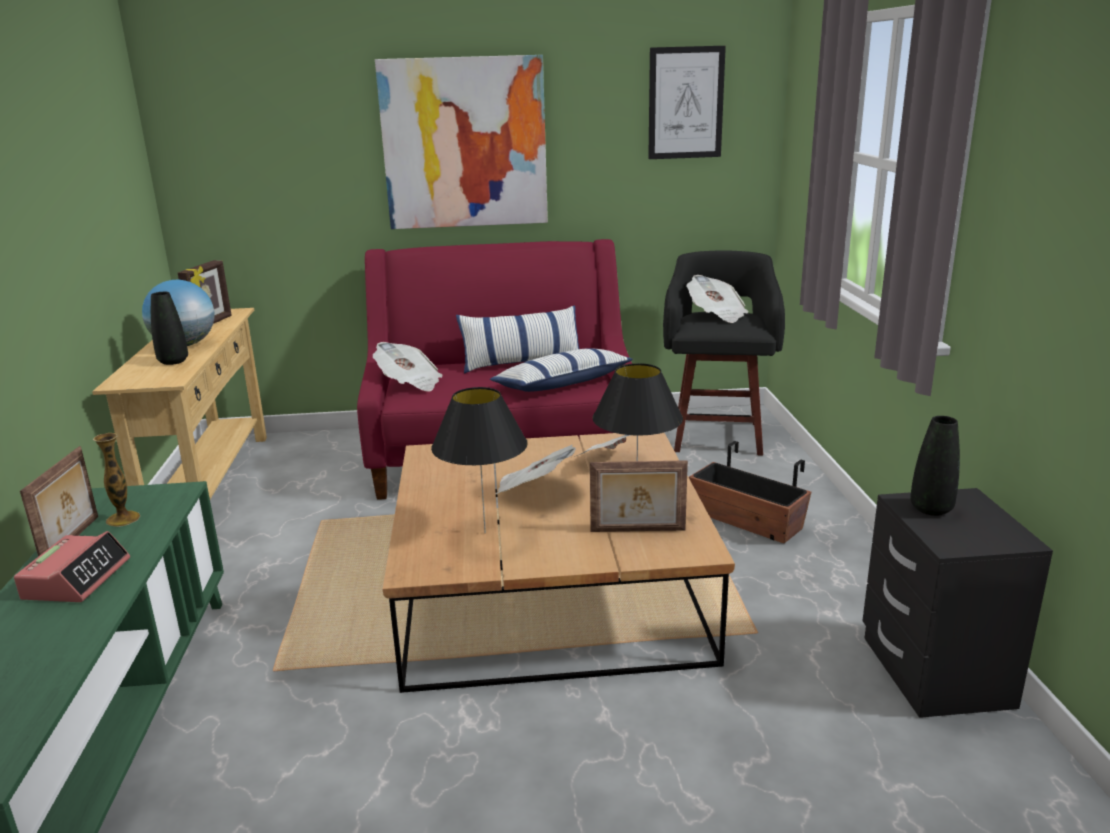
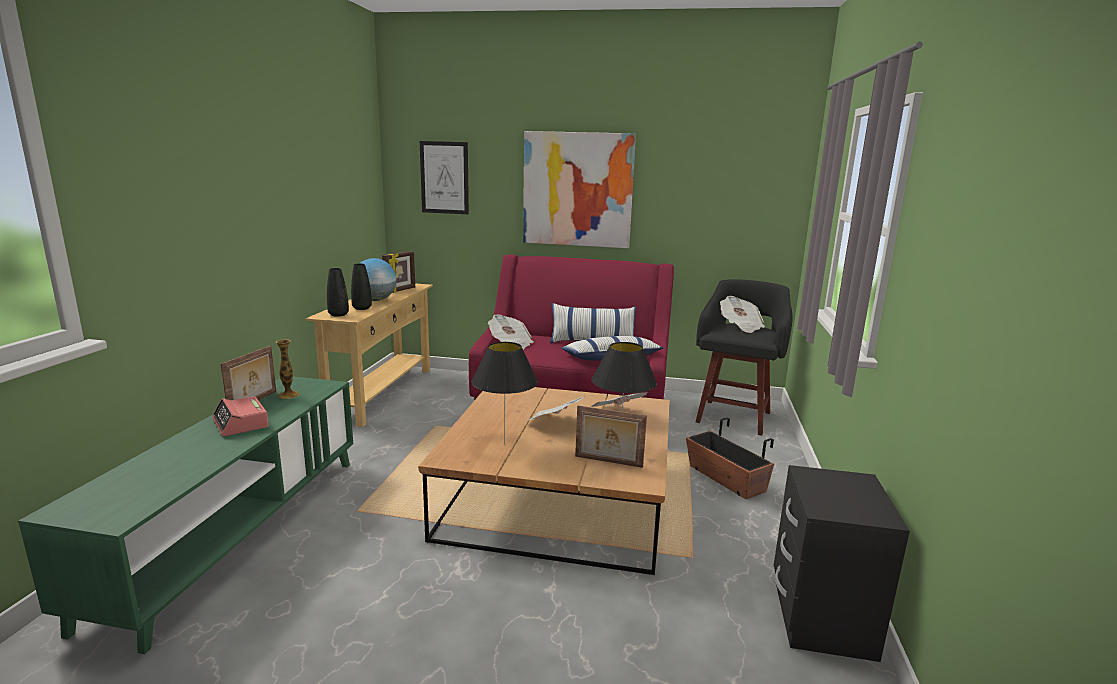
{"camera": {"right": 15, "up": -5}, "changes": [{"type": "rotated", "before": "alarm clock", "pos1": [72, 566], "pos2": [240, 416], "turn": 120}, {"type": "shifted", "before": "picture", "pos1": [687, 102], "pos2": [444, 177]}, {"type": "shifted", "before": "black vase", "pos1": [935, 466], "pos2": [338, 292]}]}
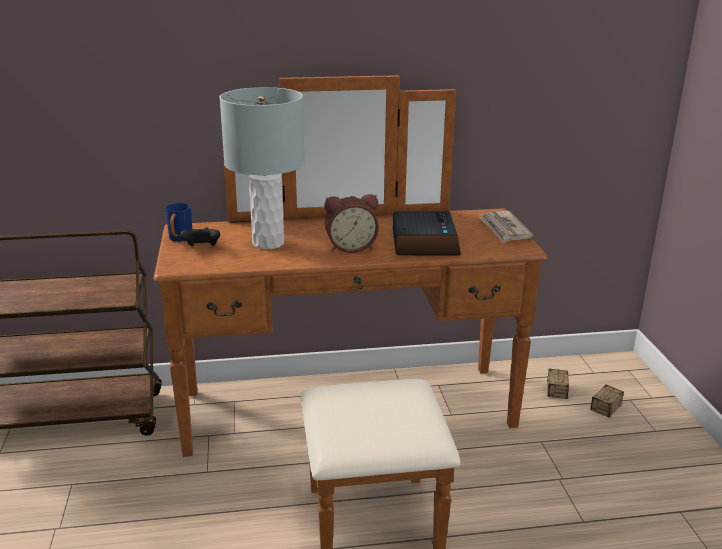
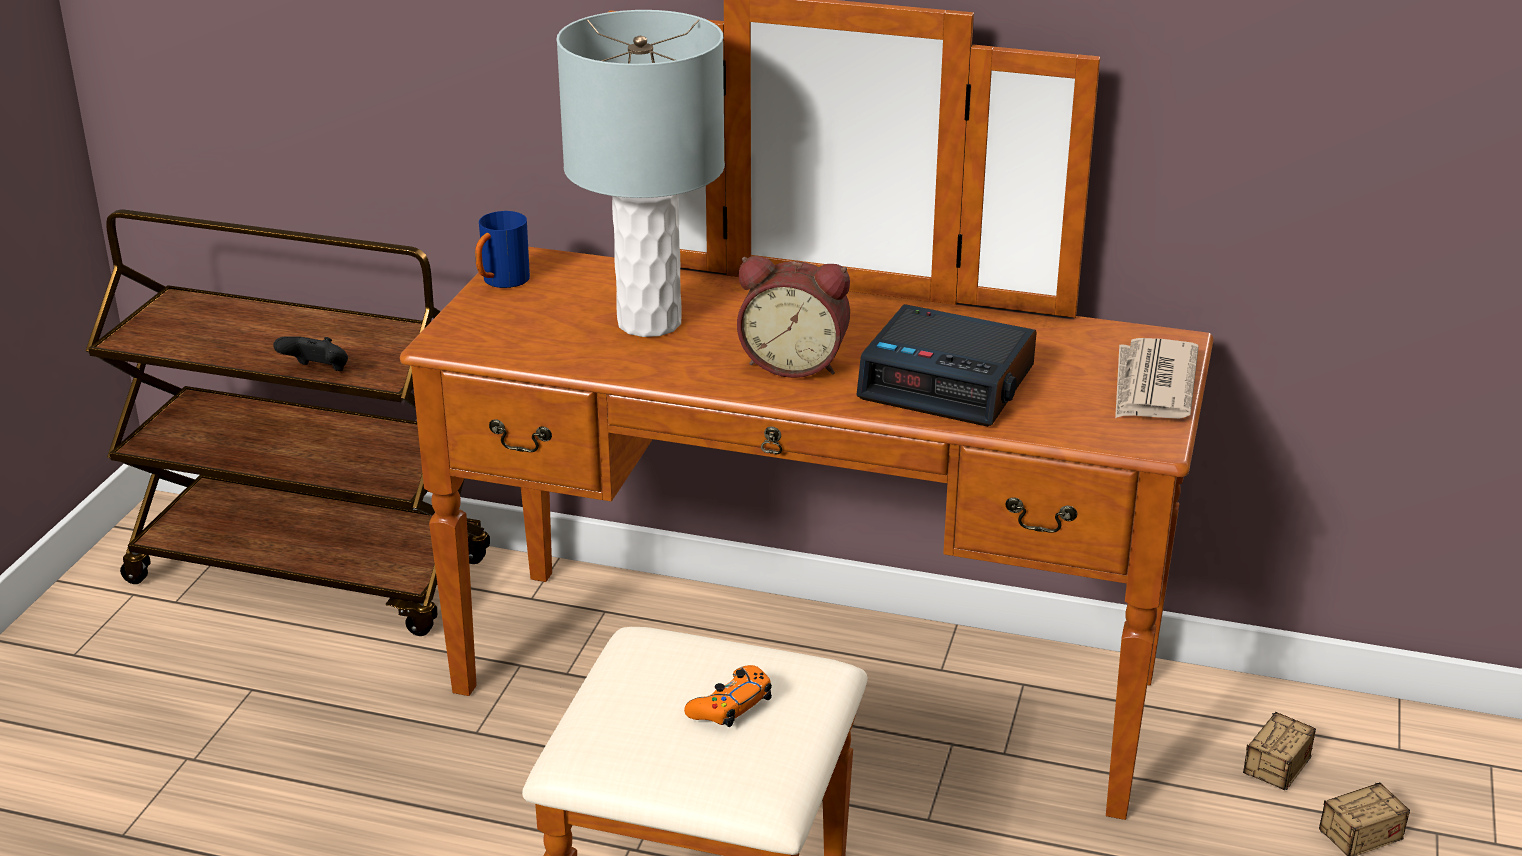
{"camera": {"right": 25, "up": 5}, "changes": [{"type": "shifted", "before": "black game controller", "pos1": [200, 237], "pos2": [310, 353]}, {"type": "rotated", "before": "alarm clock", "pos1": [427, 233], "pos2": [946, 365], "turn": 90}, {"type": "new", "after": "orange game controller", "pos2": [728, 696]}]}
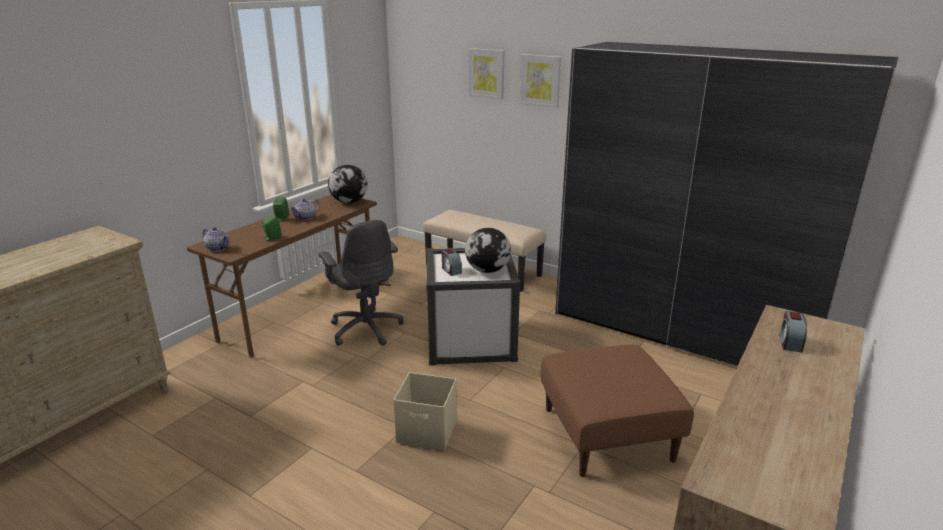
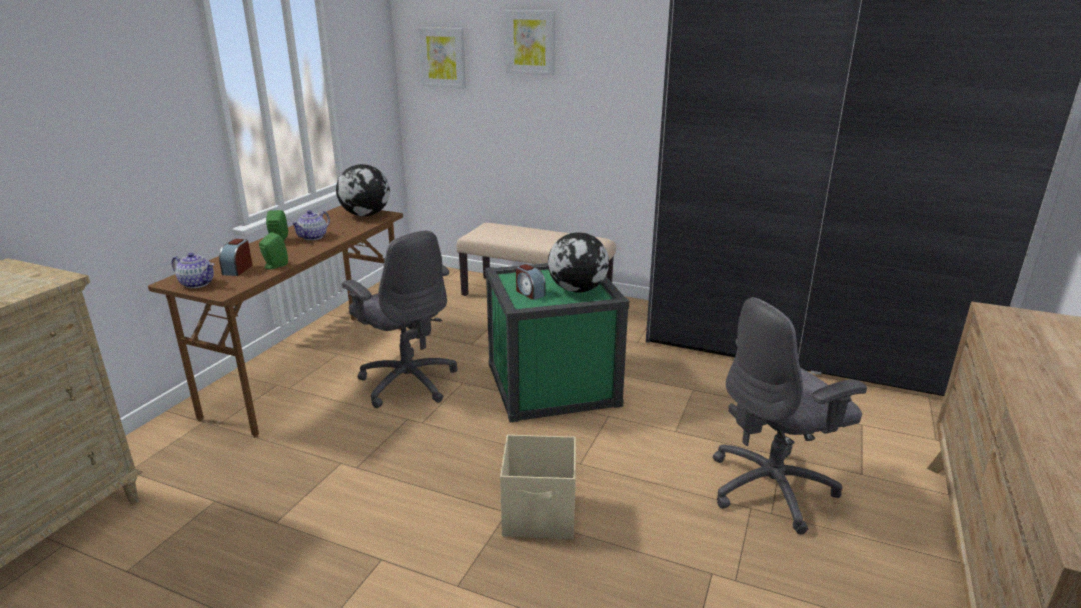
{"camera": {"right": -10, "up": 0}, "changes": [{"type": "repainted", "before": "white storage box", "after": "green storage box", "pos1": [473, 306], "pos2": [557, 343]}, {"type": "shifted", "before": "picture", "pos1": [540, 81], "pos2": [442, 57]}, {"type": "swapped", "before": "brown ottoman", "after": "grey office chair", "pos1": [617, 411], "pos2": [790, 415]}, {"type": "shifted", "before": "alarm clock", "pos1": [793, 332], "pos2": [235, 257]}]}
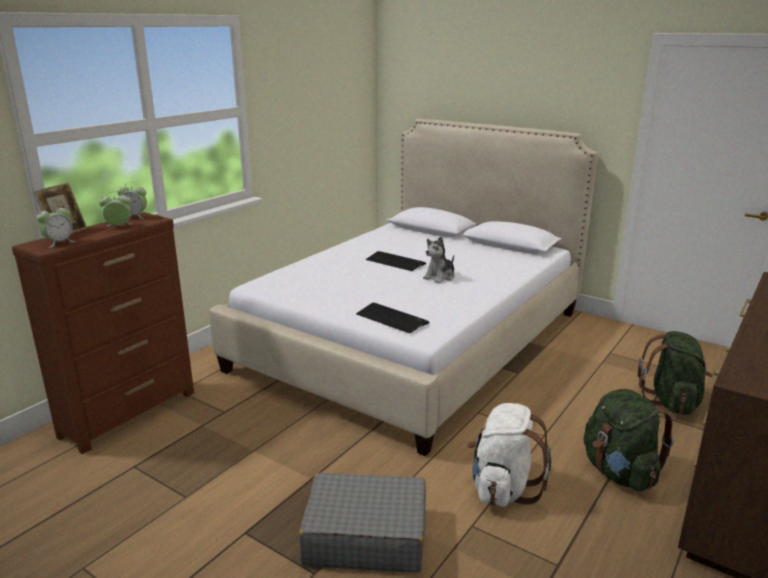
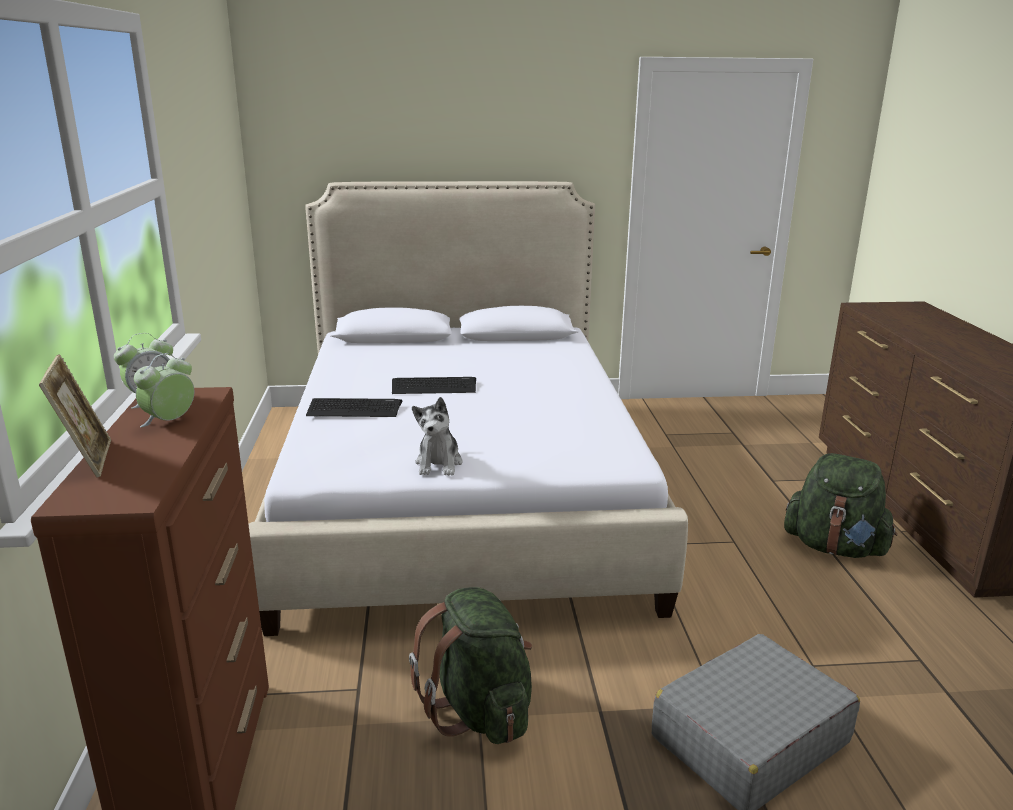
{"camera": {"right": -40, "up": 0}, "changes": [{"type": "gone", "before": "alarm clock", "pos1": [56, 226]}, {"type": "shifted", "before": "keyboard", "pos1": [393, 318], "pos2": [354, 407]}, {"type": "shifted", "before": "plush toy", "pos1": [439, 260], "pos2": [437, 436]}, {"type": "gone", "before": "white backpack", "pos1": [509, 455]}, {"type": "shifted", "before": "green backpack", "pos1": [675, 373], "pos2": [470, 665]}]}
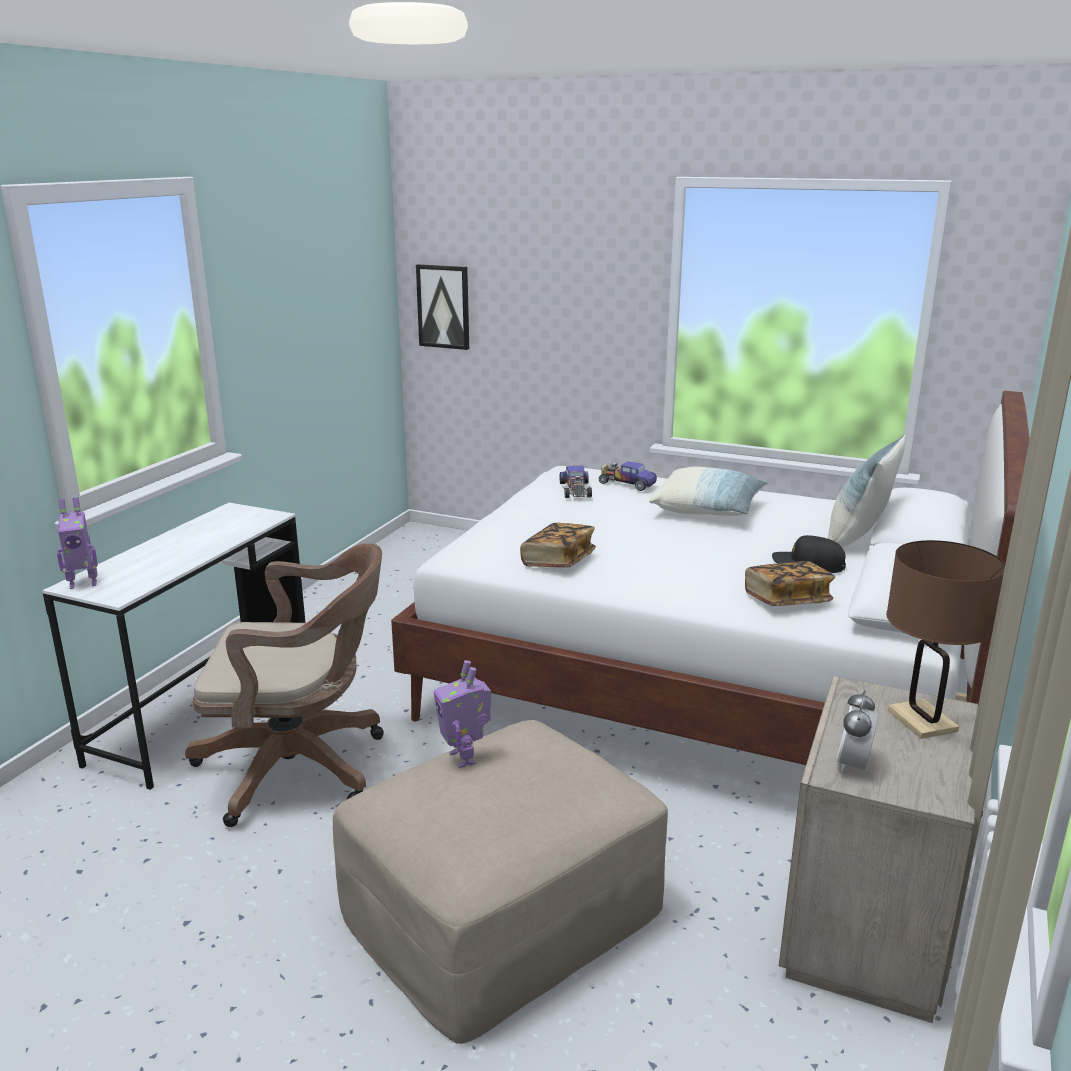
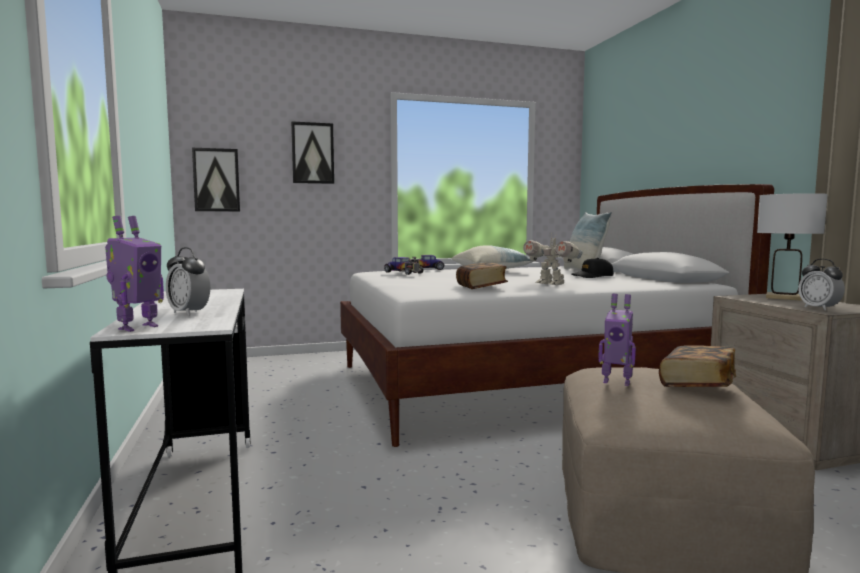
{"camera": {"right": -40, "up": -15}, "changes": [{"type": "gone", "before": "brown office chair", "pos1": [284, 685]}, {"type": "shifted", "before": "book", "pos1": [790, 583], "pos2": [697, 366]}, {"type": "repainted", "before": "brown table lamp", "after": "white table lamp", "pos1": [945, 639], "pos2": [792, 247]}, {"type": "new", "after": "alarm clock", "pos2": [188, 281]}, {"type": "new", "after": "picture", "pos2": [312, 152]}, {"type": "new", "after": "toy robot", "pos2": [552, 259]}]}
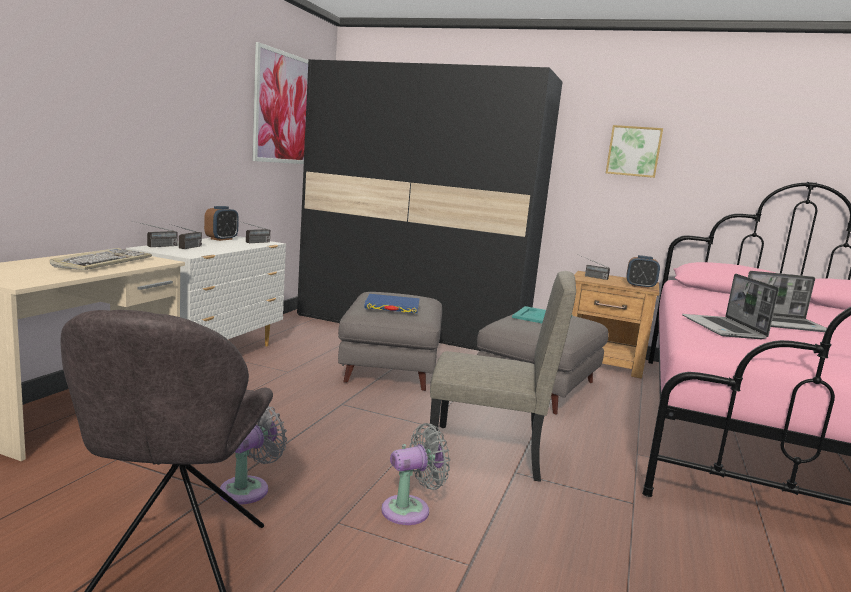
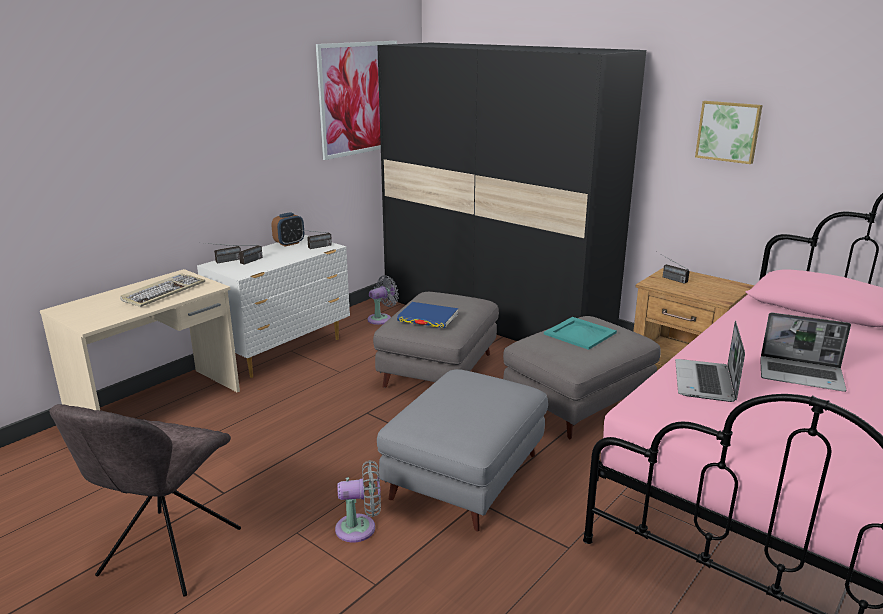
{"camera": {"right": 20, "up": 10}, "changes": [{"type": "shifted", "before": "grey fan", "pos1": [253, 454], "pos2": [383, 300]}, {"type": "swapped", "before": "beige chair", "after": "grey ottoman", "pos1": [502, 376], "pos2": [462, 450]}, {"type": "gone", "before": "alarm clock", "pos1": [643, 272]}]}
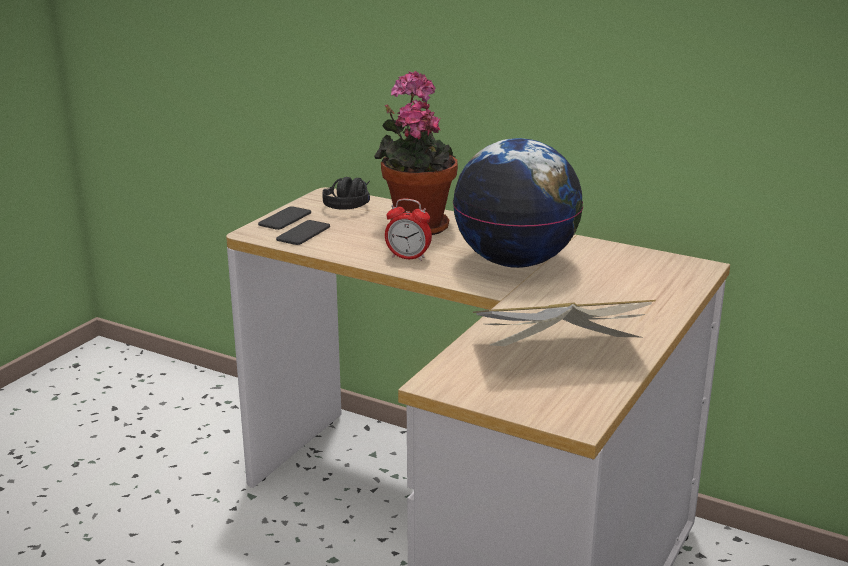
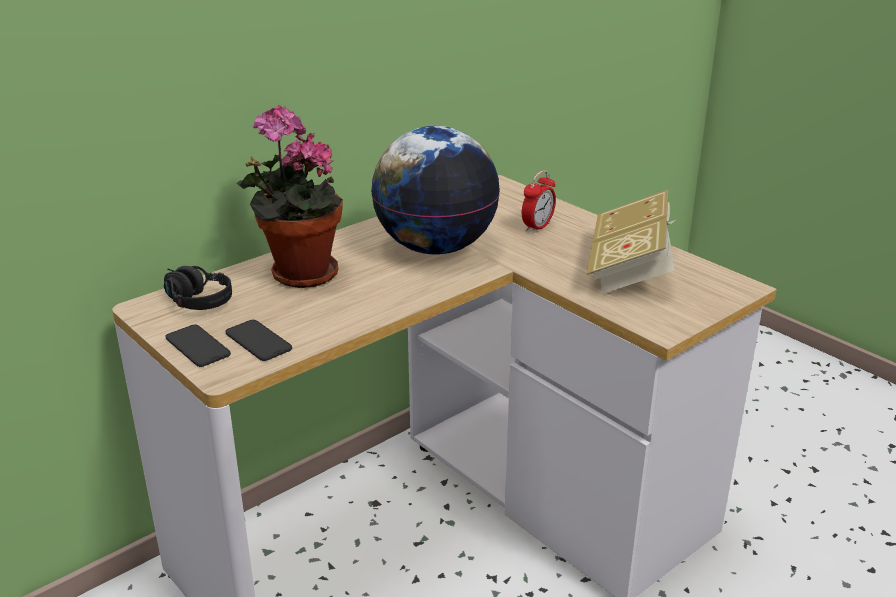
{"camera": {"right": -70, "up": 5}, "changes": [{"type": "shifted", "before": "alarm clock", "pos1": [408, 229], "pos2": [539, 202]}]}
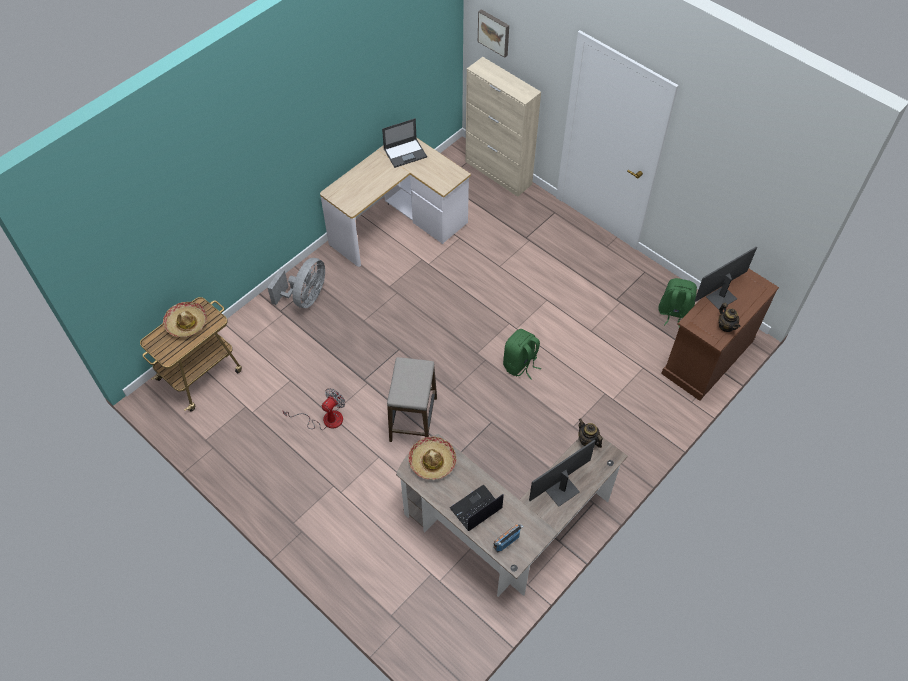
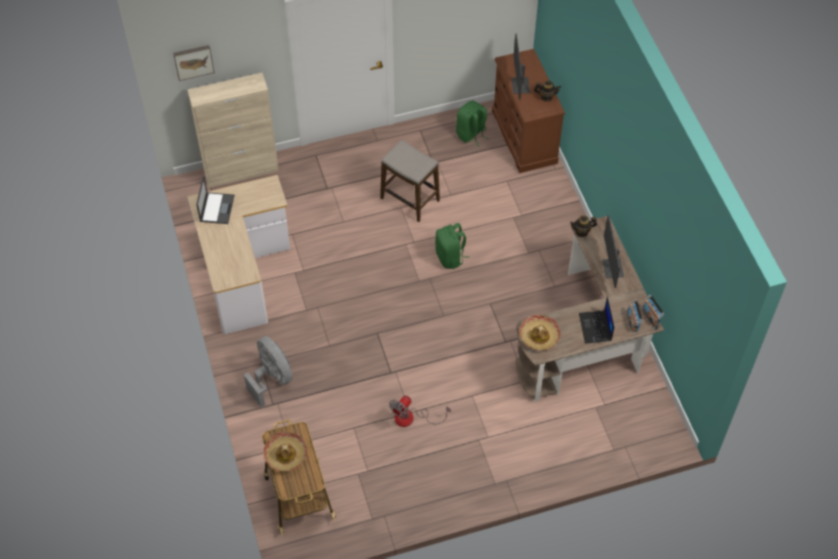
{"camera": {"right": -60, "up": 0}, "changes": [{"type": "rotated", "before": "fan", "pos1": [314, 409], "pos2": [420, 411], "turn": -120}, {"type": "shifted", "before": "stool", "pos1": [412, 399], "pos2": [410, 181]}, {"type": "new", "after": "radio", "pos2": [653, 311]}]}
